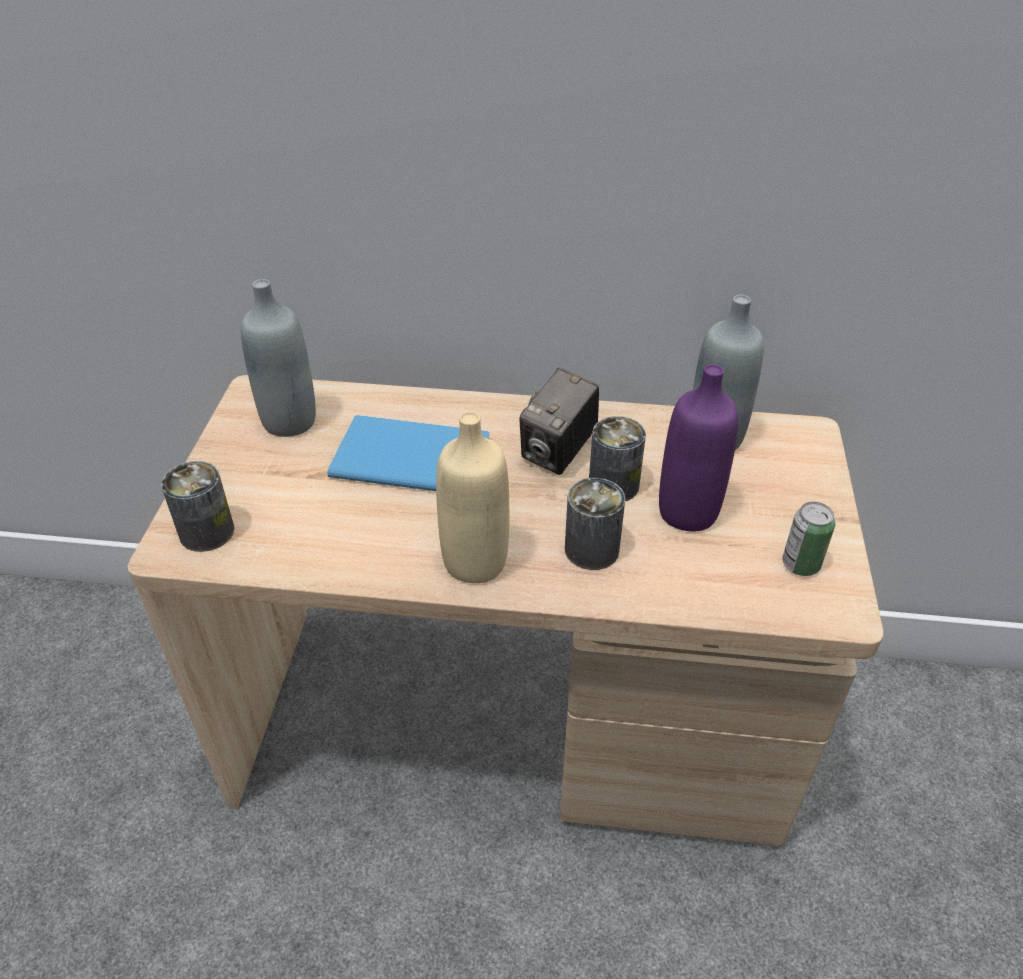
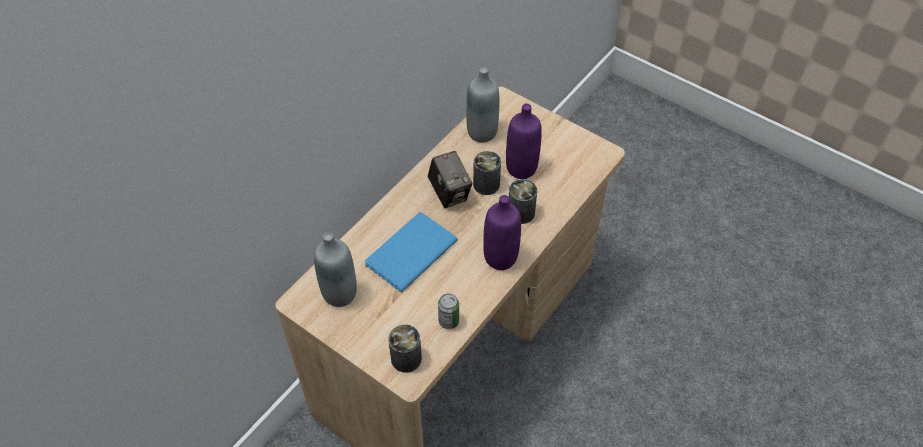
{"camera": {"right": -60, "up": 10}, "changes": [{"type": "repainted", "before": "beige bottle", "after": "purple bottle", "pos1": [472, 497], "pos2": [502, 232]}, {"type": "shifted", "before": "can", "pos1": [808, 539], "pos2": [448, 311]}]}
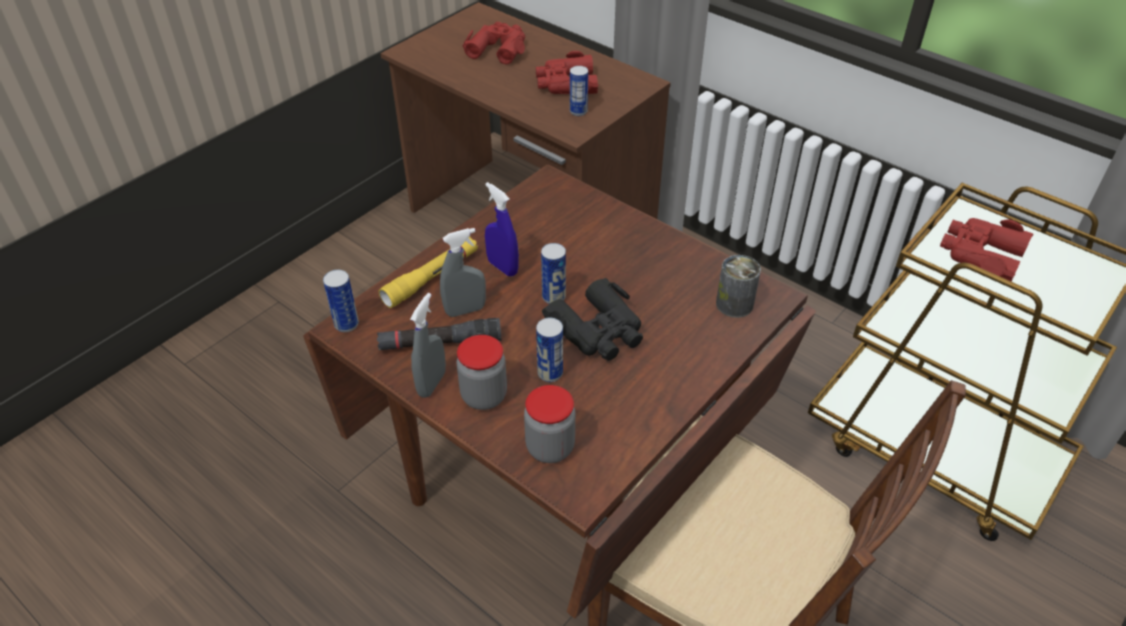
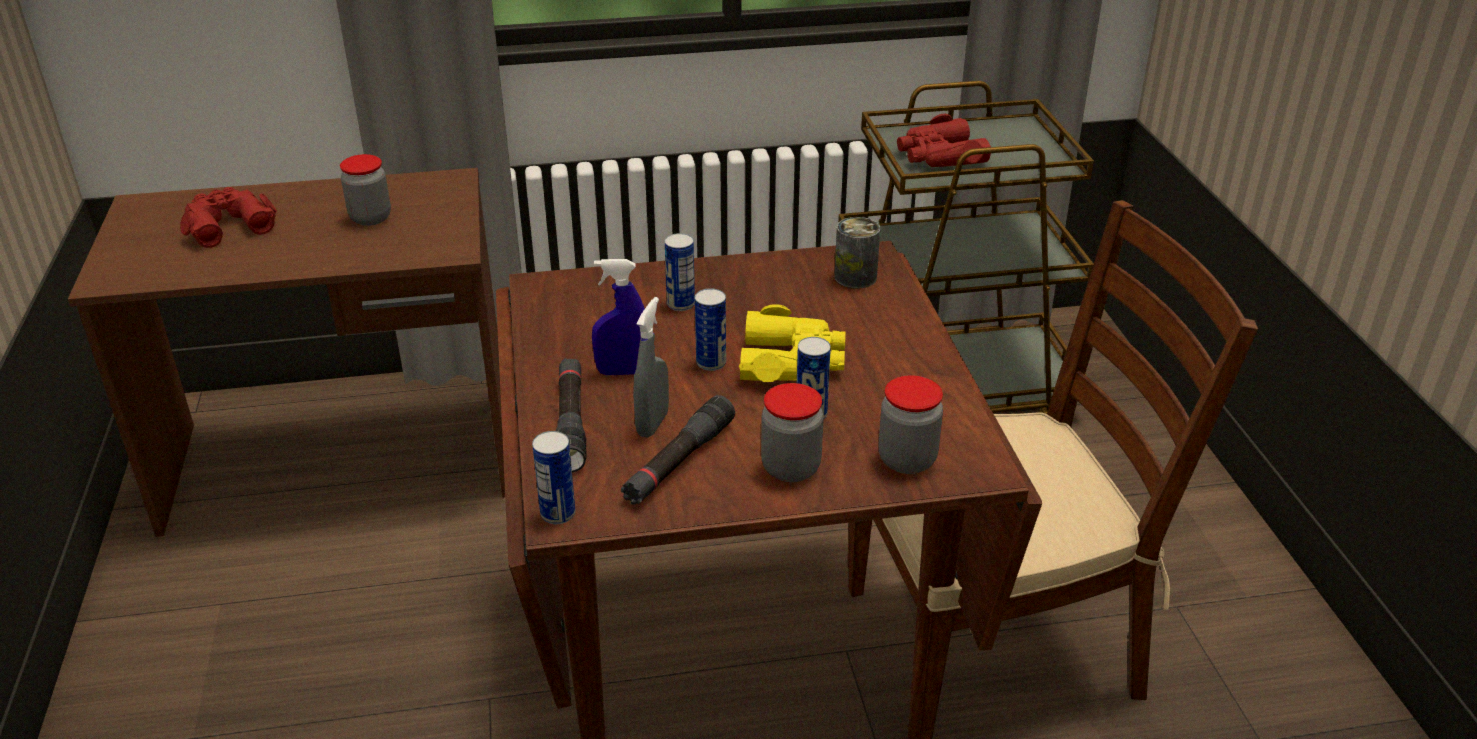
{"camera": {"right": -50, "up": -10}, "changes": [{"type": "repainted", "before": "yellow flashlight", "after": "black flashlight", "pos1": [428, 272], "pos2": [571, 415]}, {"type": "gone", "before": "grey spray bottle", "pos1": [428, 345]}, {"type": "swapped", "before": "red binoculars", "after": "jar", "pos1": [567, 72], "pos2": [365, 190]}, {"type": "repainted", "before": "black binoculars", "after": "yellow binoculars", "pos1": [592, 319], "pos2": [792, 343]}, {"type": "shifted", "before": "can", "pos1": [579, 91], "pos2": [680, 272]}]}
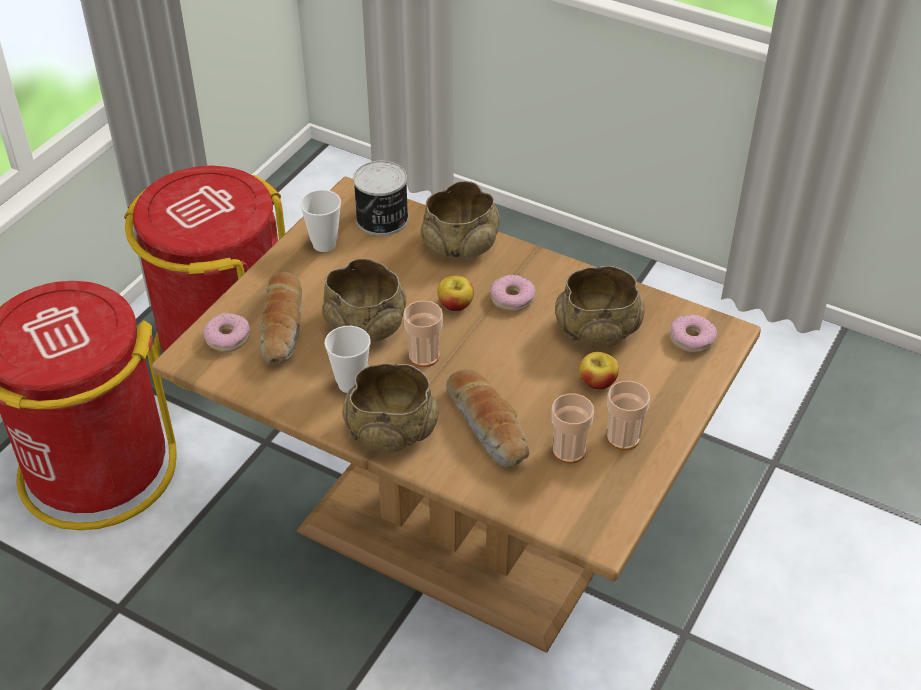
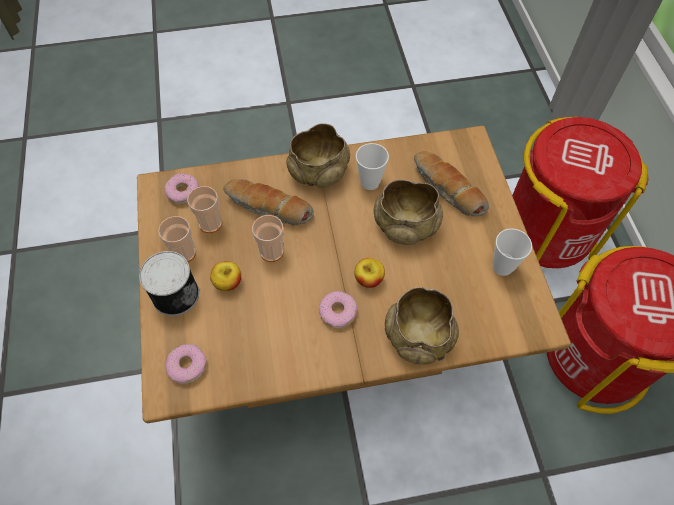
{"camera": {"right": 140, "up": 15}, "changes": [{"type": "shifted", "before": "donut", "pos1": [226, 332], "pos2": [182, 189]}, {"type": "shifted", "before": "can", "pos1": [381, 198], "pos2": [169, 283]}, {"type": "shifted", "before": "cup", "pos1": [423, 334], "pos2": [268, 238]}, {"type": "gone", "before": "beige bowl", "pos1": [600, 307]}]}
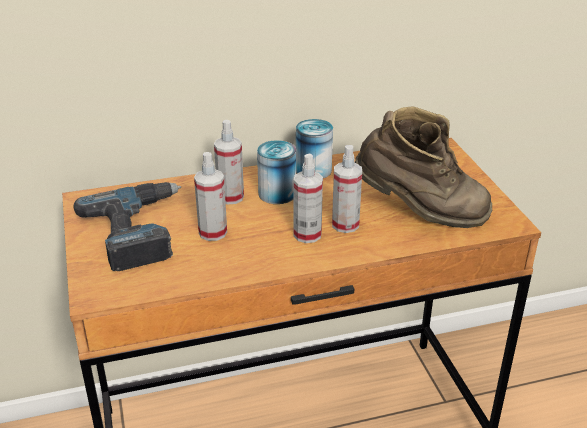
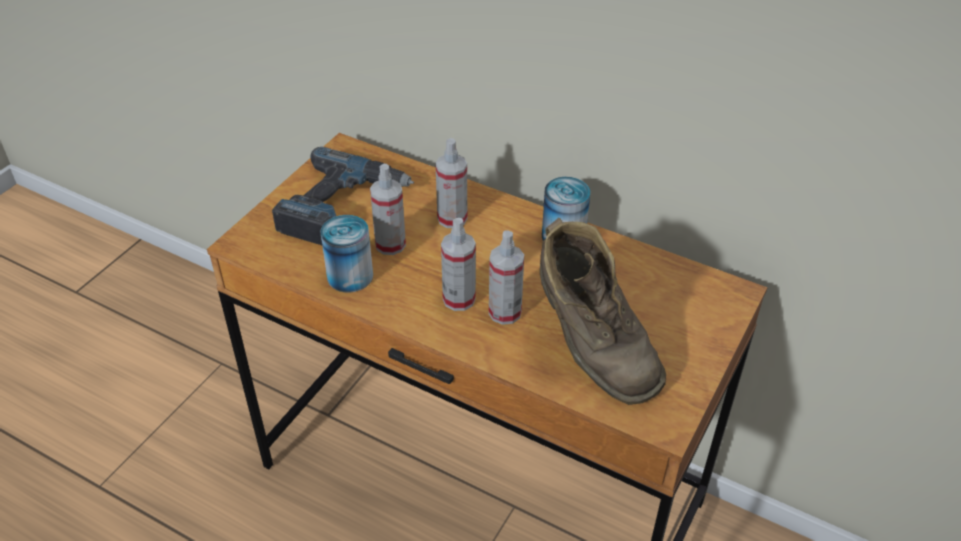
{"camera": {"right": 45, "up": 10}, "changes": [{"type": "shifted", "before": "can", "pos1": [276, 172], "pos2": [346, 254]}]}
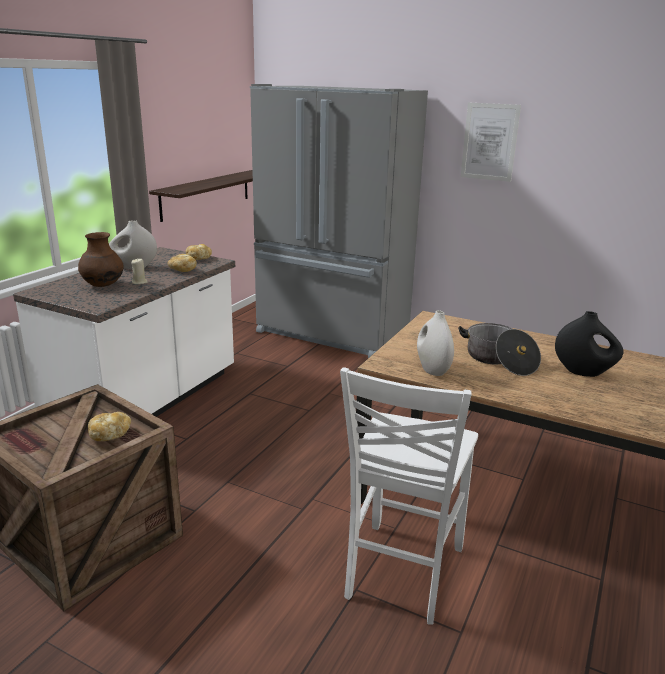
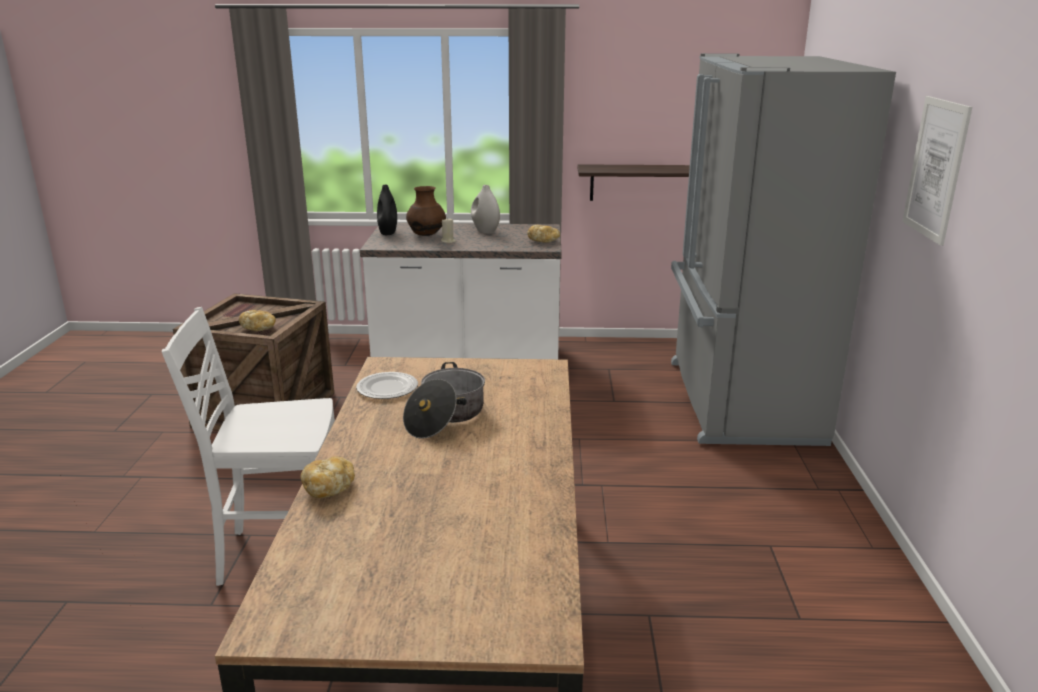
{"camera": {"right": 65, "up": 0}, "changes": [{"type": "shifted", "before": "bread", "pos1": [182, 263], "pos2": [328, 477]}, {"type": "swapped", "before": "white vase", "after": "plate", "pos1": [435, 343], "pos2": [387, 385]}, {"type": "shifted", "before": "black vase", "pos1": [589, 344], "pos2": [387, 210]}]}
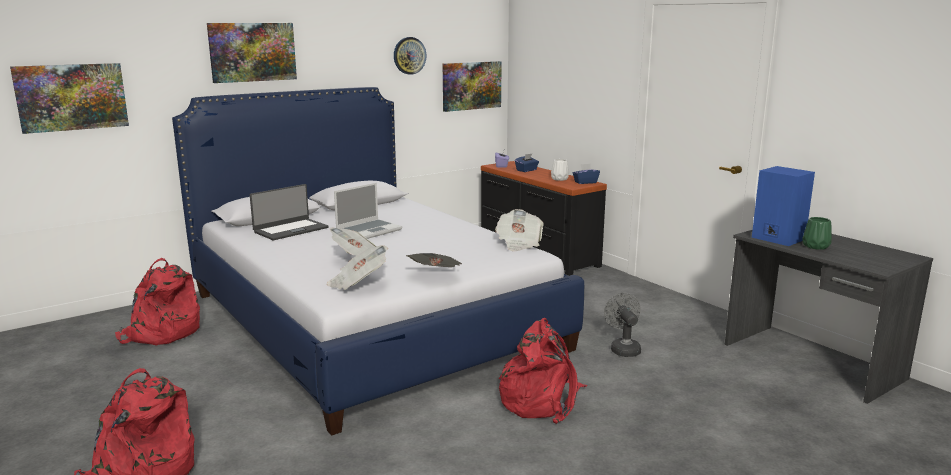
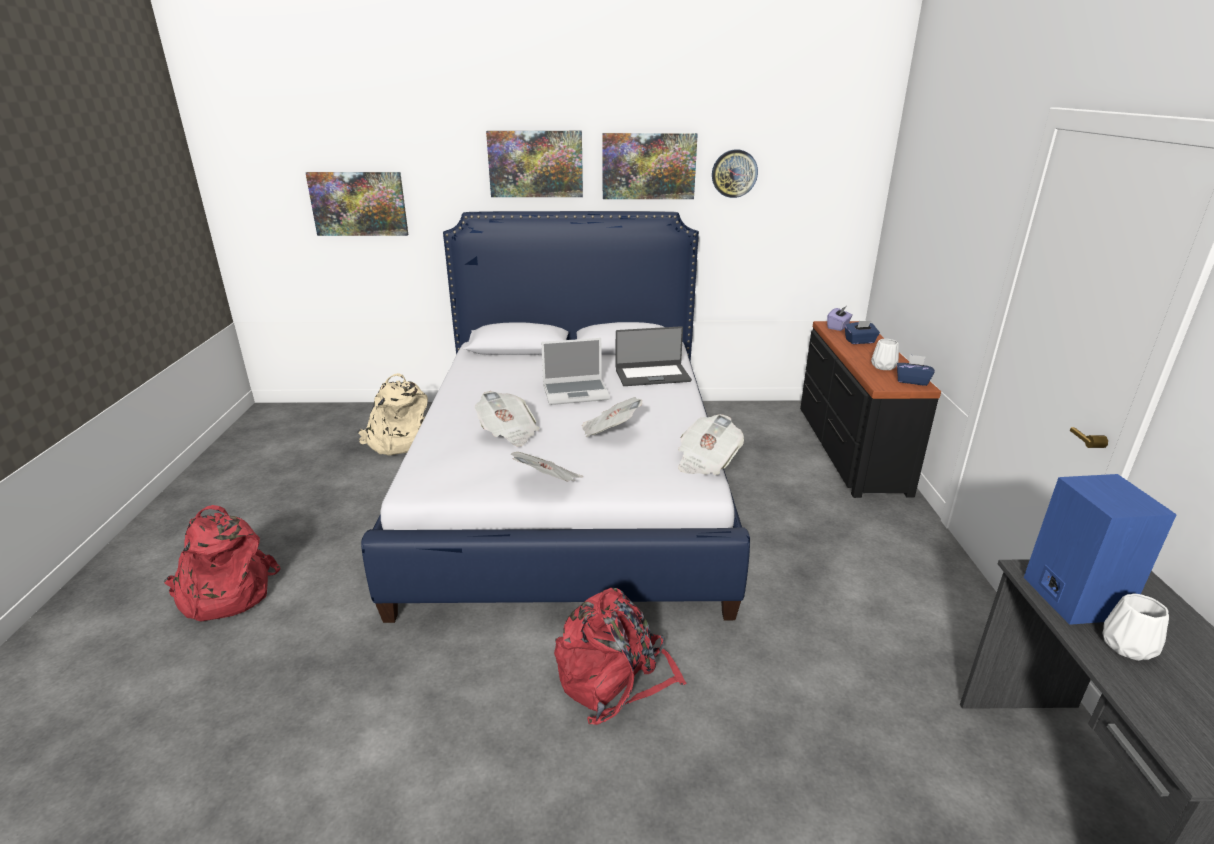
{"camera": {"right": 35, "up": 10}, "changes": [{"type": "repainted", "before": "red backpack", "after": "beige backpack", "pos1": [157, 302], "pos2": [392, 414]}, {"type": "shifted", "before": "laptop", "pos1": [289, 212], "pos2": [653, 356]}, {"type": "shifted", "before": "newspaper", "pos1": [357, 267], "pos2": [612, 417]}, {"type": "shifted", "before": "picture", "pos1": [472, 86], "pos2": [650, 166]}, {"type": "gone", "before": "grey fan", "pos1": [622, 325]}, {"type": "repainted", "before": "green vase", "after": "white vase", "pos1": [817, 233], "pos2": [1136, 627]}]}
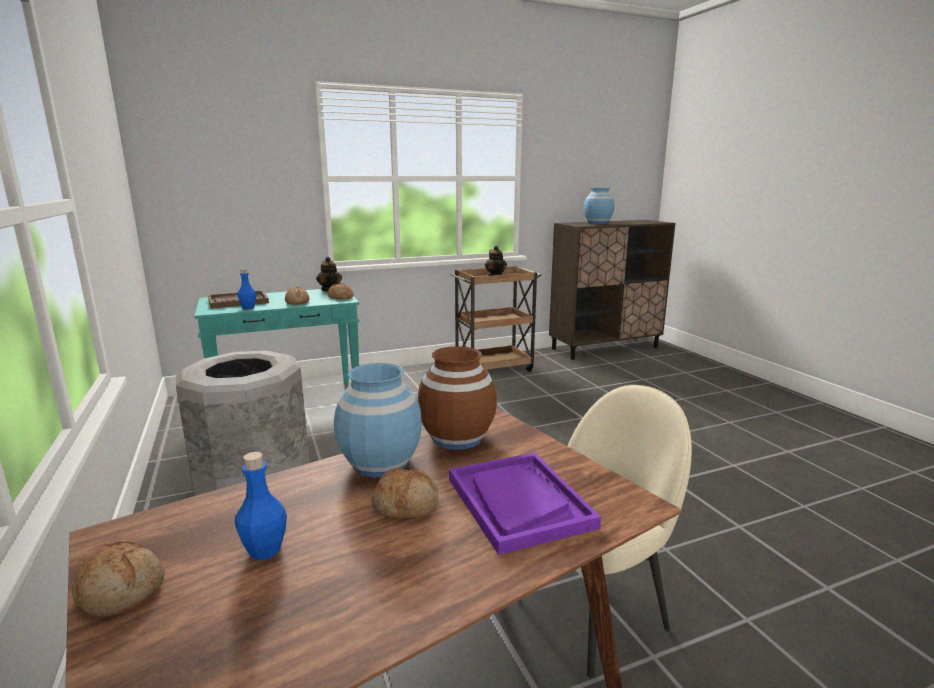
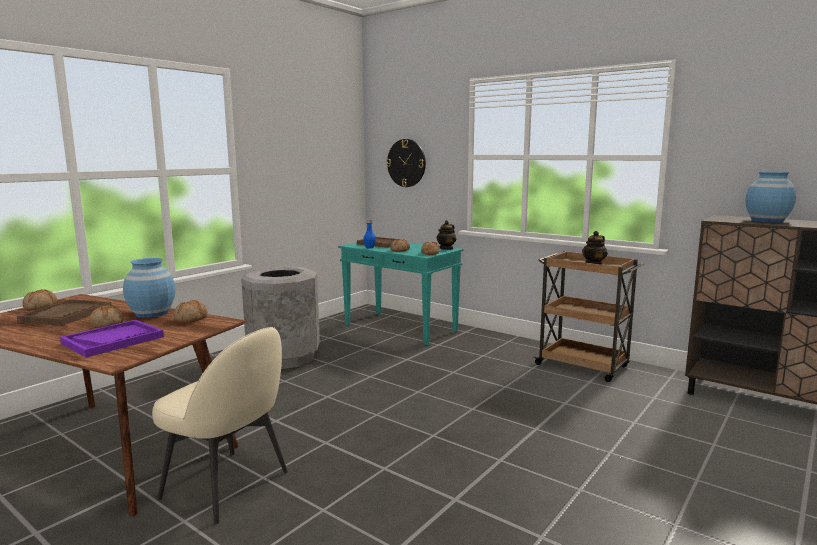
{"camera": {"right": 60, "up": -5}, "changes": [{"type": "swapped", "before": "blue bottle", "after": "brown tray", "pos1": [261, 506], "pos2": [64, 312]}, {"type": "swapped", "before": "brown vase", "after": "bread", "pos1": [457, 398], "pos2": [191, 311]}, {"type": "new", "after": "wall clock", "pos2": [406, 163]}]}
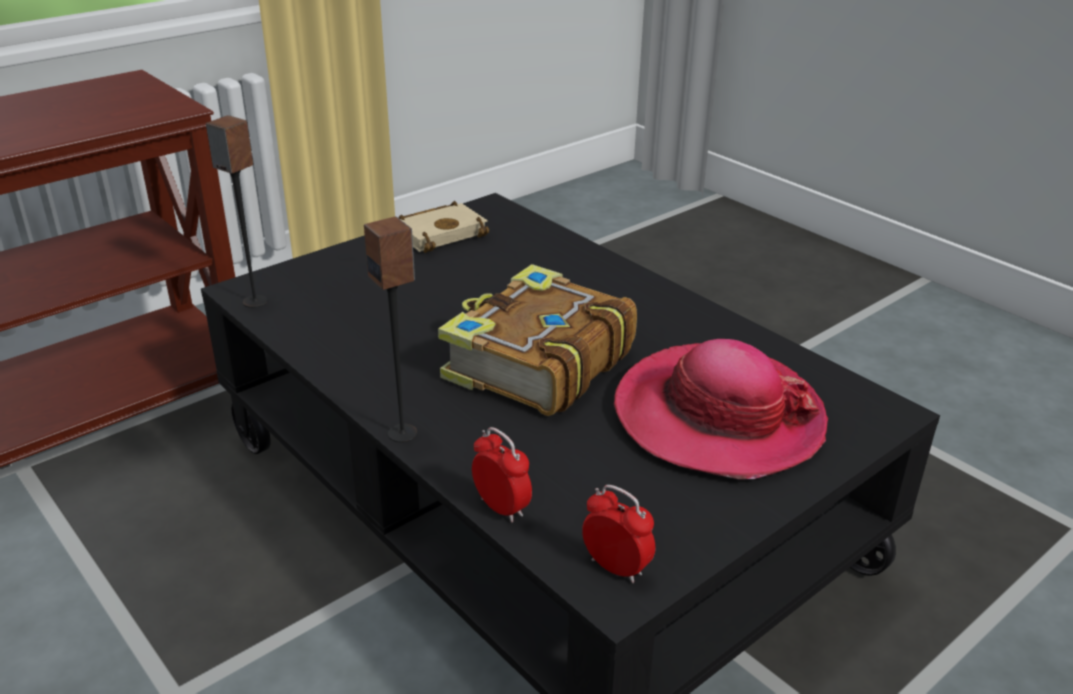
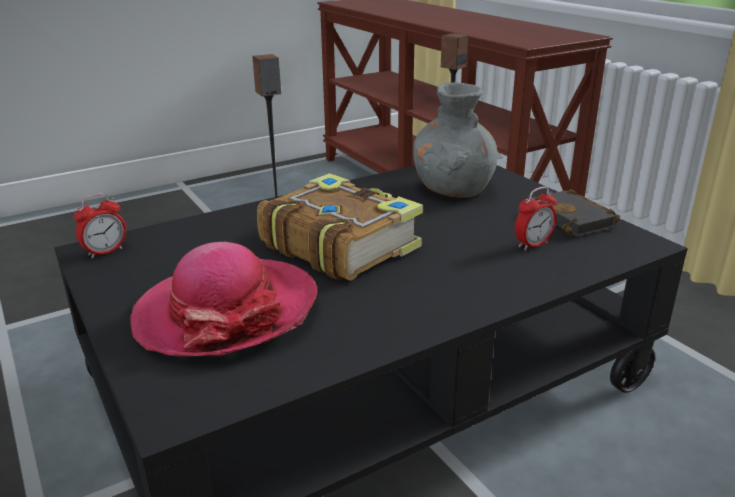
{"camera": {"right": 100, "up": -5}, "changes": [{"type": "repainted", "before": "beige book", "after": "black book", "pos1": [443, 227], "pos2": [576, 213]}, {"type": "shifted", "before": "alarm clock", "pos1": [502, 475], "pos2": [536, 219]}, {"type": "new", "after": "grey vase", "pos2": [455, 139]}]}
